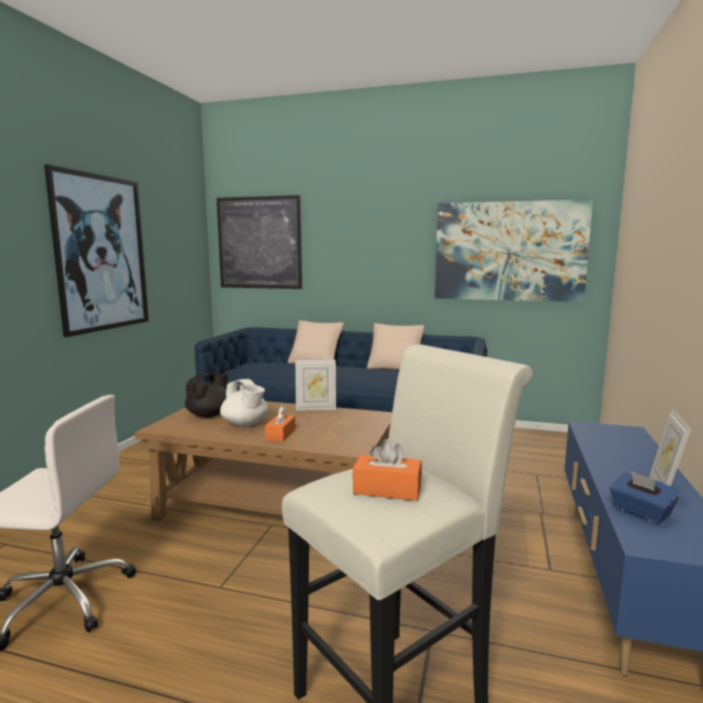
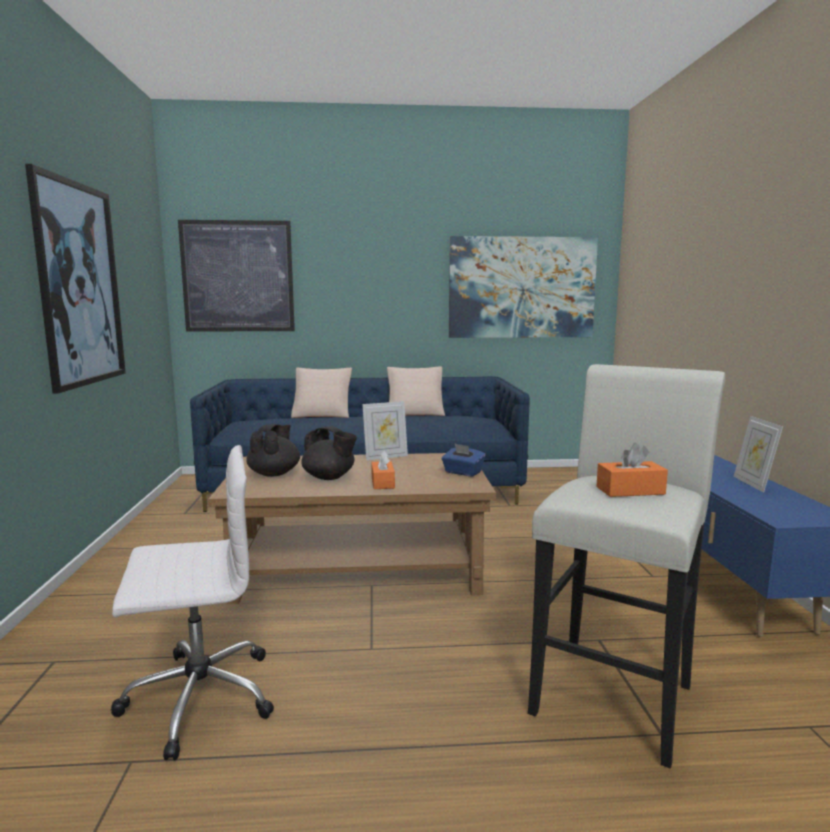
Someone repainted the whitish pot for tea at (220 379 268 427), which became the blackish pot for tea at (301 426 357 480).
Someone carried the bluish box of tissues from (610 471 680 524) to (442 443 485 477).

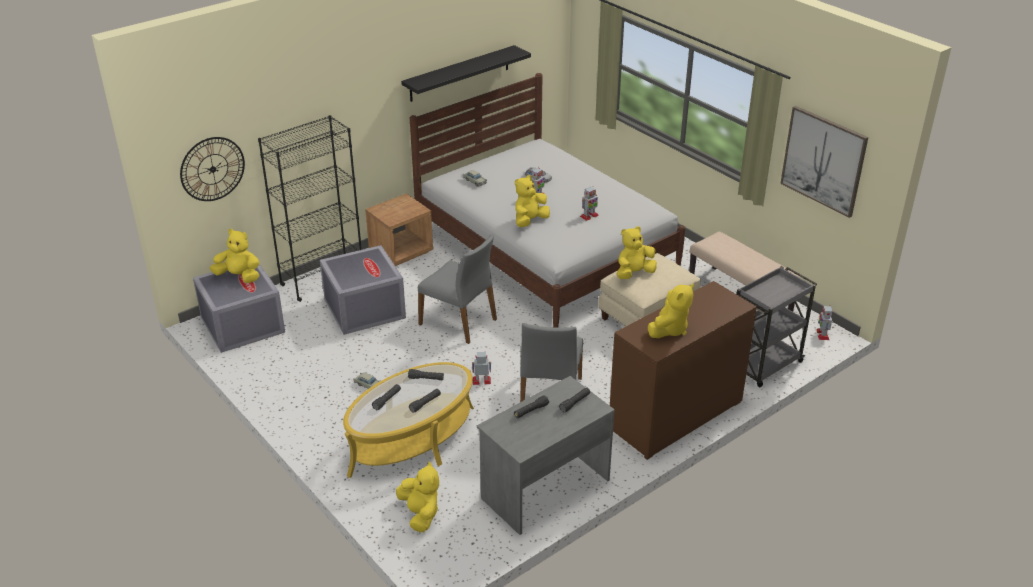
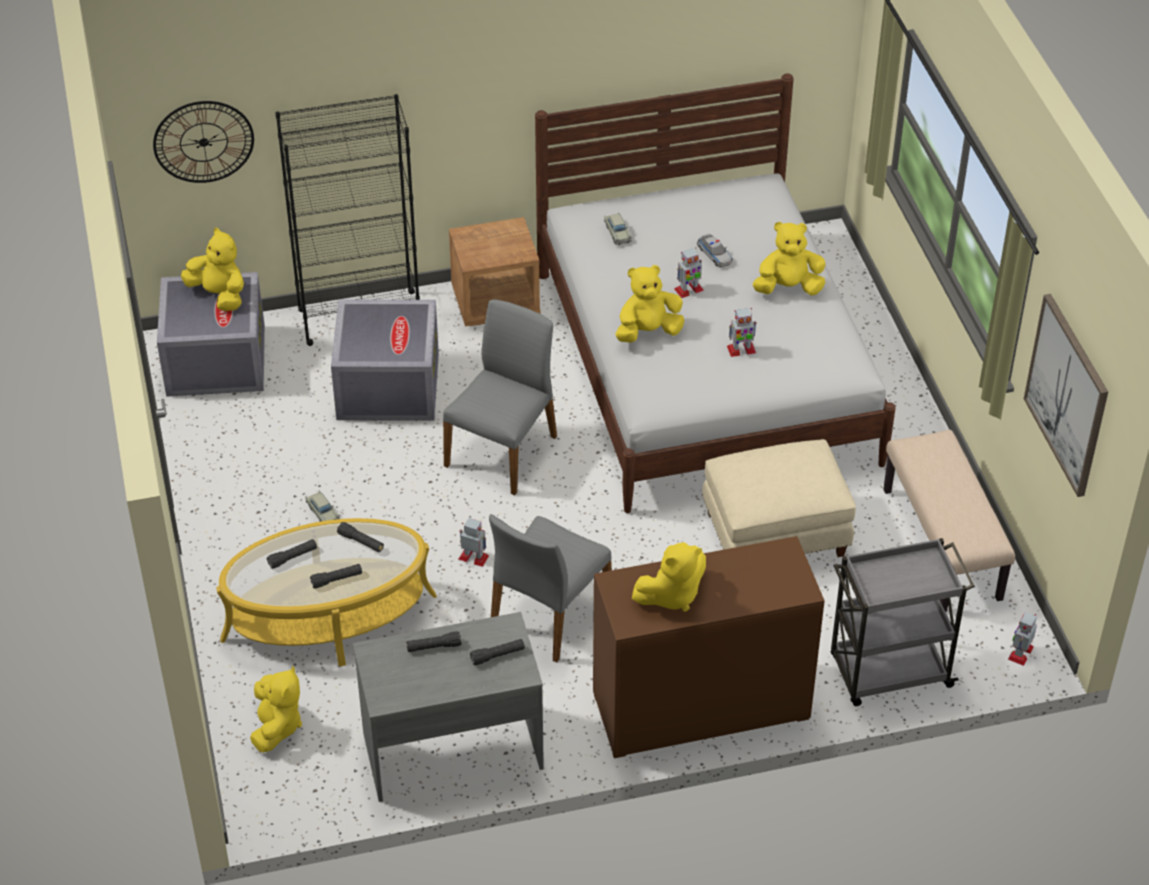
Someone took away the blackish wall shelf at (401 45 531 102).
Someone rotated the gray chair at (418 233 497 344) by 120 degrees counterclockwise.
Someone carried the yellow cuddly toy from (617 226 657 279) to (753 222 826 296).

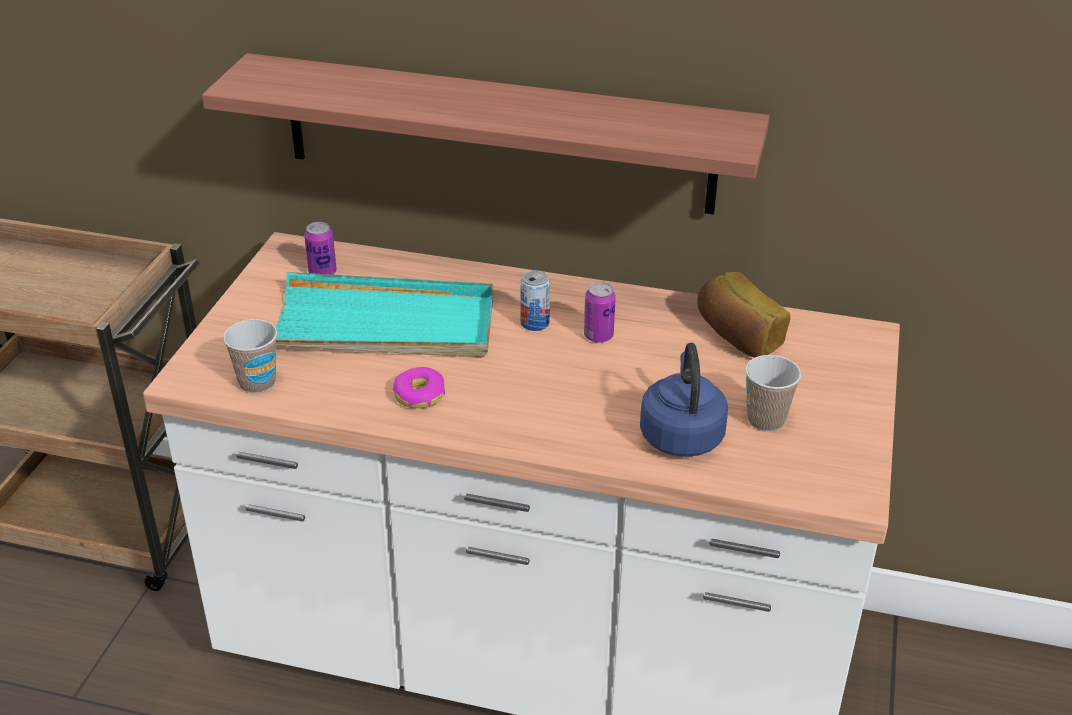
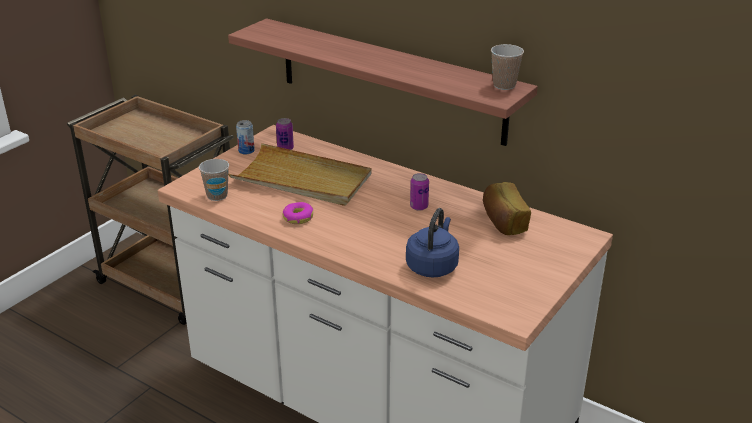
Someone repainted the blue-green carrying tray at (276 272 493 358), which became the beige-coloured carrying tray at (228 143 371 206).
Someone carried the sealed can from (520 270 550 331) to (236 120 255 154).
Someone carried the drinking cup from (745 355 801 432) to (491 44 524 90).

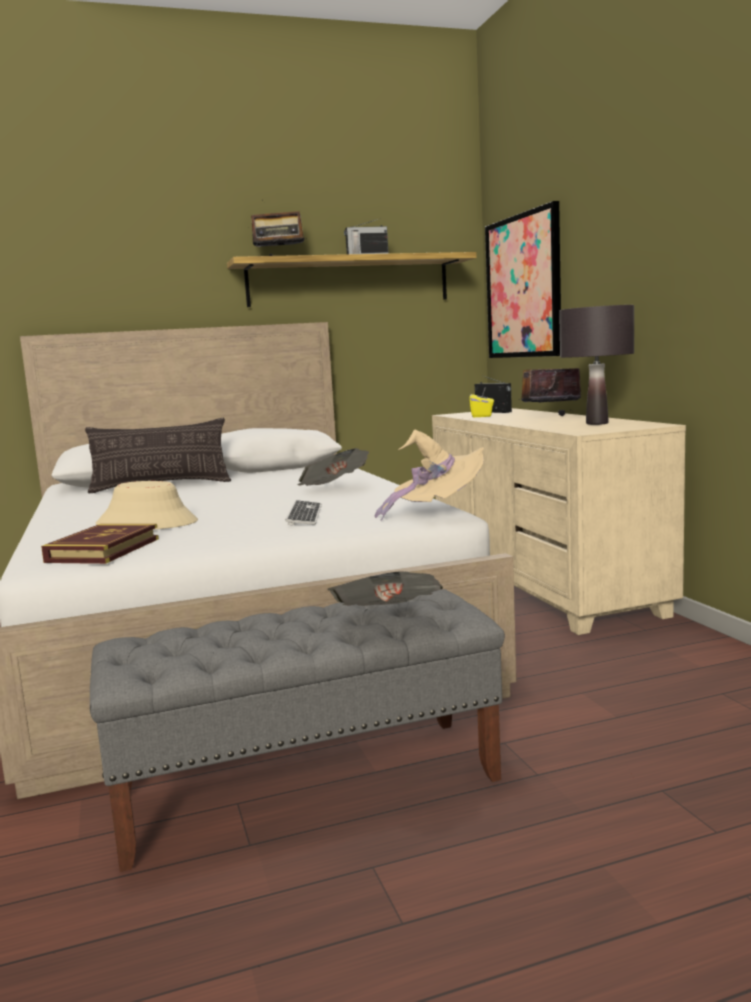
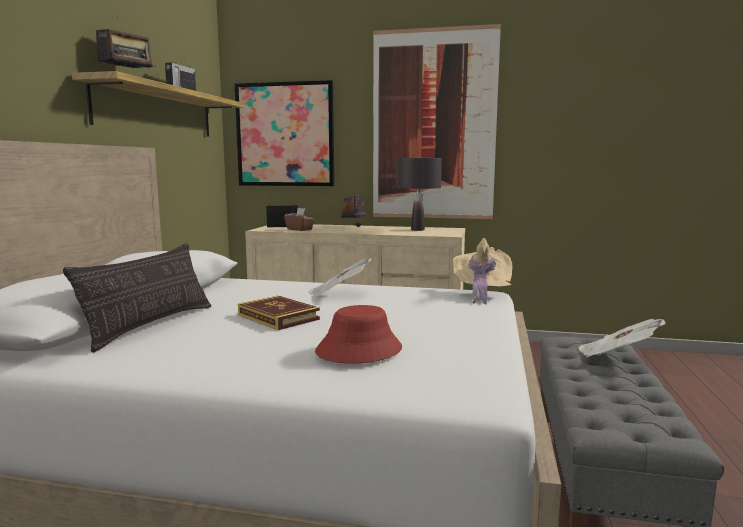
Someone carried the book from (41 524 159 564) to (238 296 320 330).
Someone repainted the beige-coloured clothing hat at (96 481 198 529), which became the red-coloured clothing hat at (315 305 402 363).
Someone took away the keyboard at (285 500 322 526).
Someone repainted the yellow box of tissues at (469 387 494 417), which became the brownish box of tissues at (284 208 315 231).
Someone put up the wall picture at (373 24 501 219).

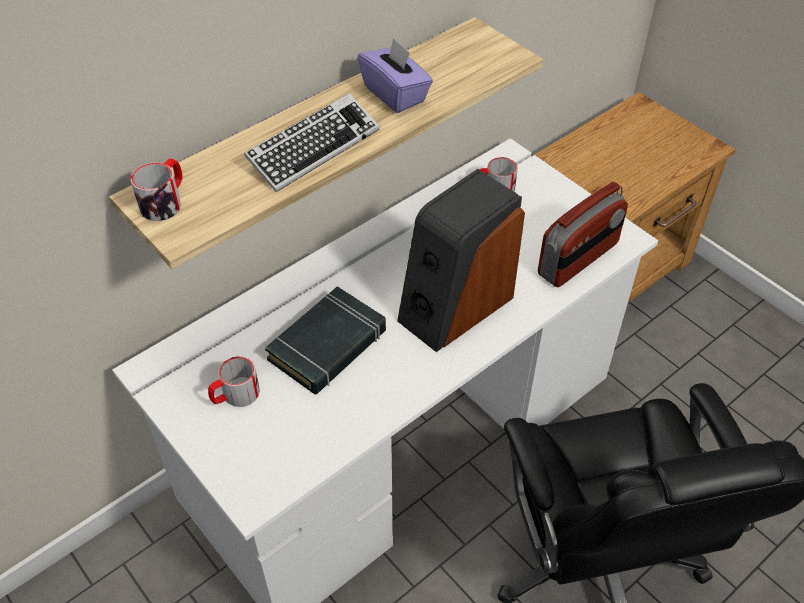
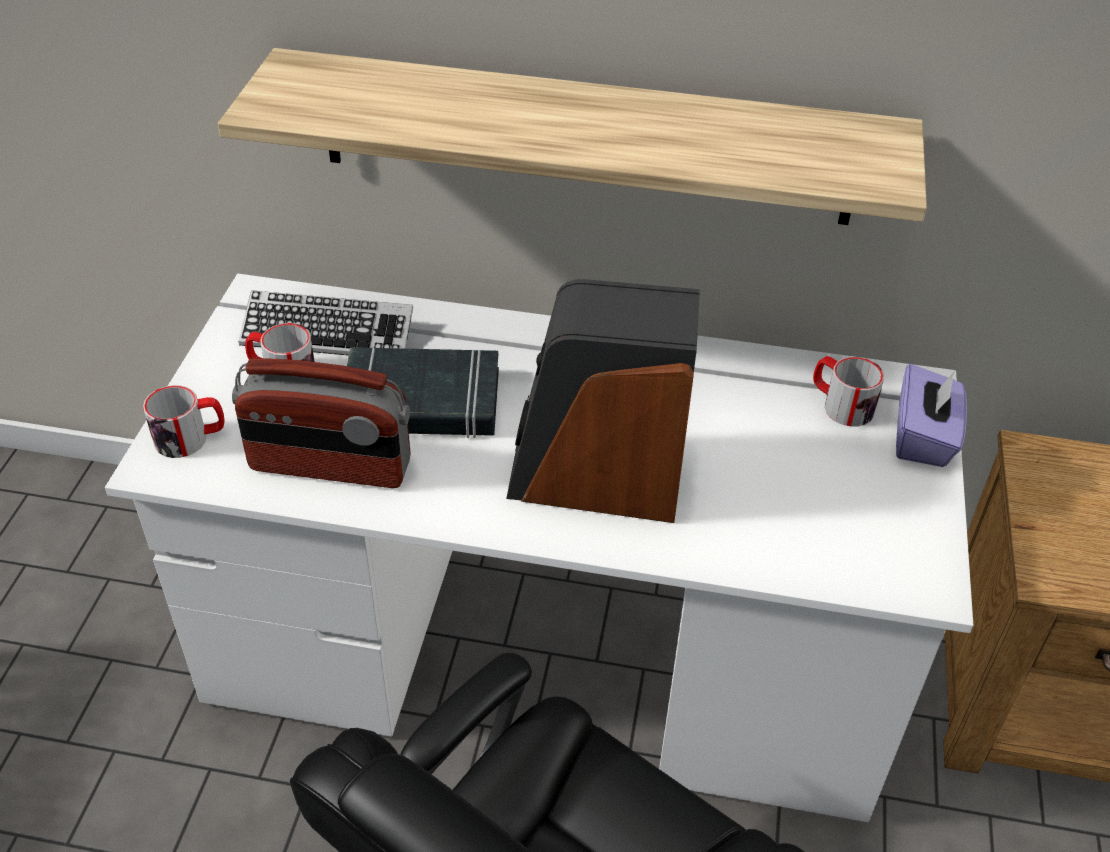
Someone carried the coffee mug from (131 158 182 221) to (143 385 225 458).
Someone carried the keyboard from (244 93 379 192) to (238 290 413 356).
Someone carried the purplish box of tissues from (358 38 433 113) to (896 364 967 467).
Someone carried the radio set from (538 182 628 287) to (232 358 411 488).

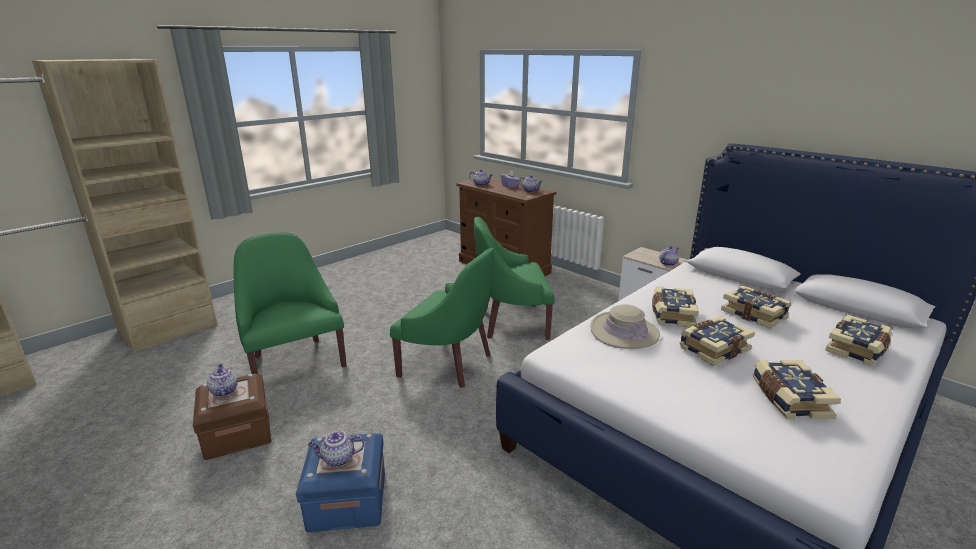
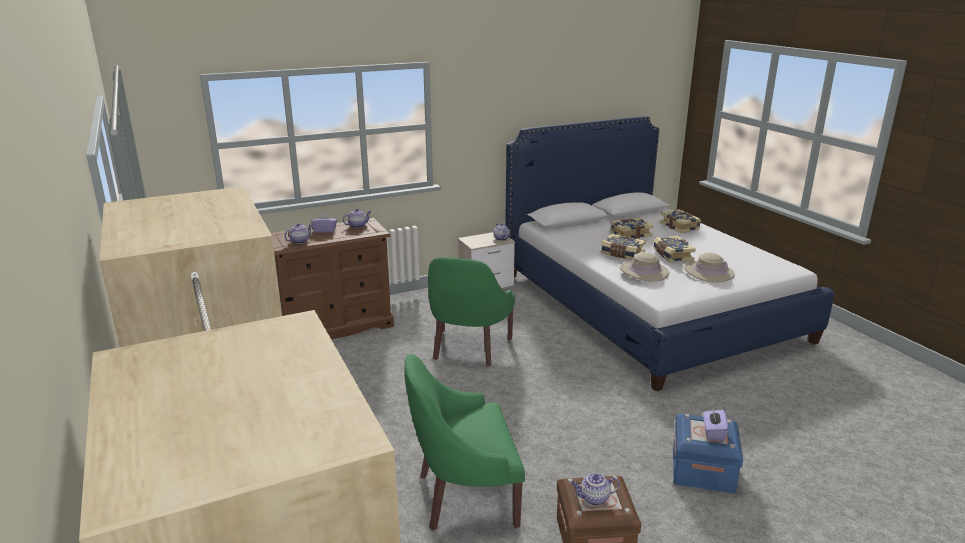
Someone swapped the pot for tea at (308 431 365 467) for the purplish box of tissues at (703 408 728 441).
Someone took away the greenish armchair at (390 248 494 388).
Someone took away the book at (753 360 841 419).
Someone put down the beige-coloured clothing hat at (684 253 735 283).

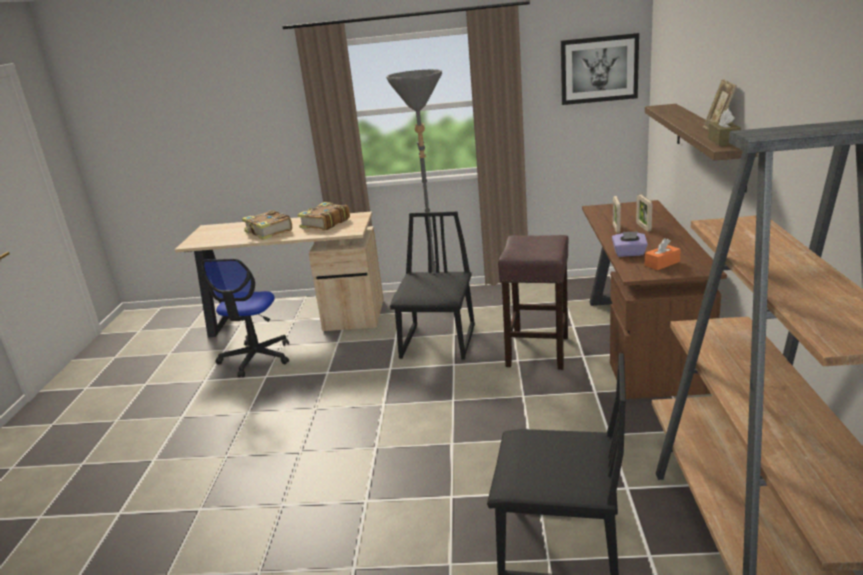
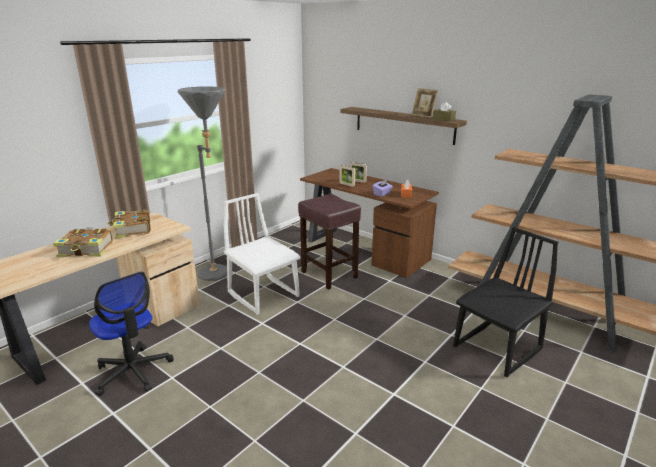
Someone repainted the blackish chair at (390 212 475 360), which became the whitish chair at (224 193 301 315).
Someone took away the wall picture at (561 33 639 105).

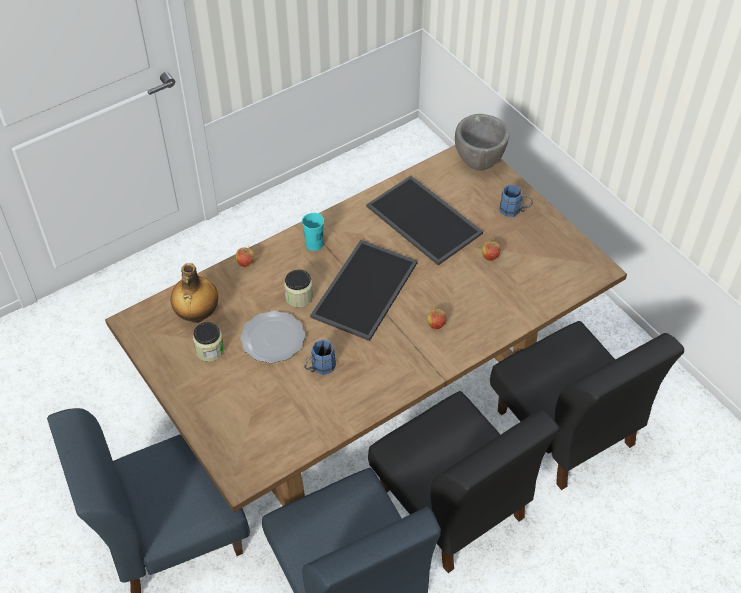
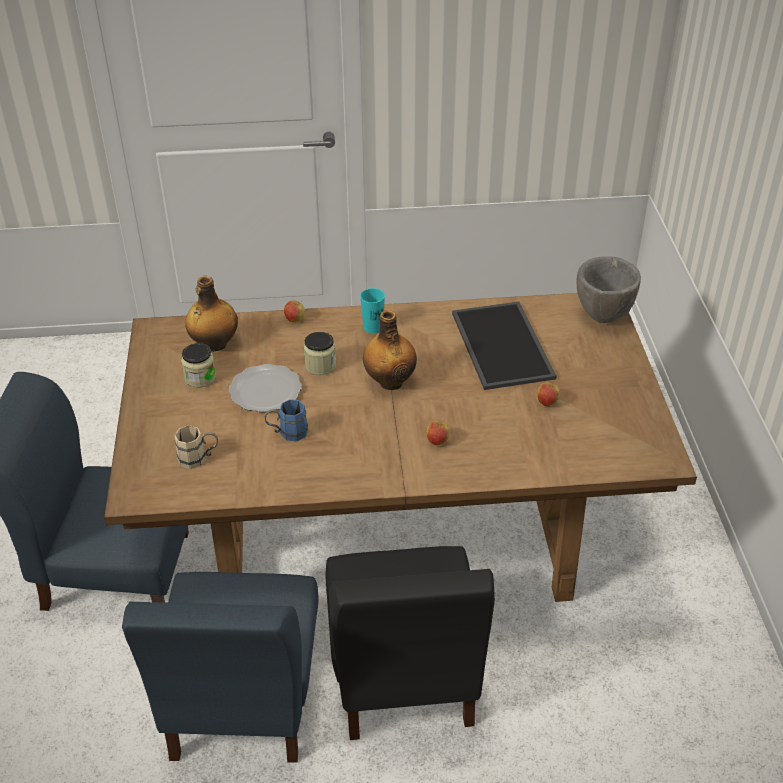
Someone swapped the carrying tray at (310 240 418 341) for the drink bottle at (363 310 417 390).
Someone took away the blackish chair at (490 321 684 490).
Someone took away the bluish coffee mug at (500 185 533 217).
Someone put down the beige-coloured coffee mug at (174 426 218 469).

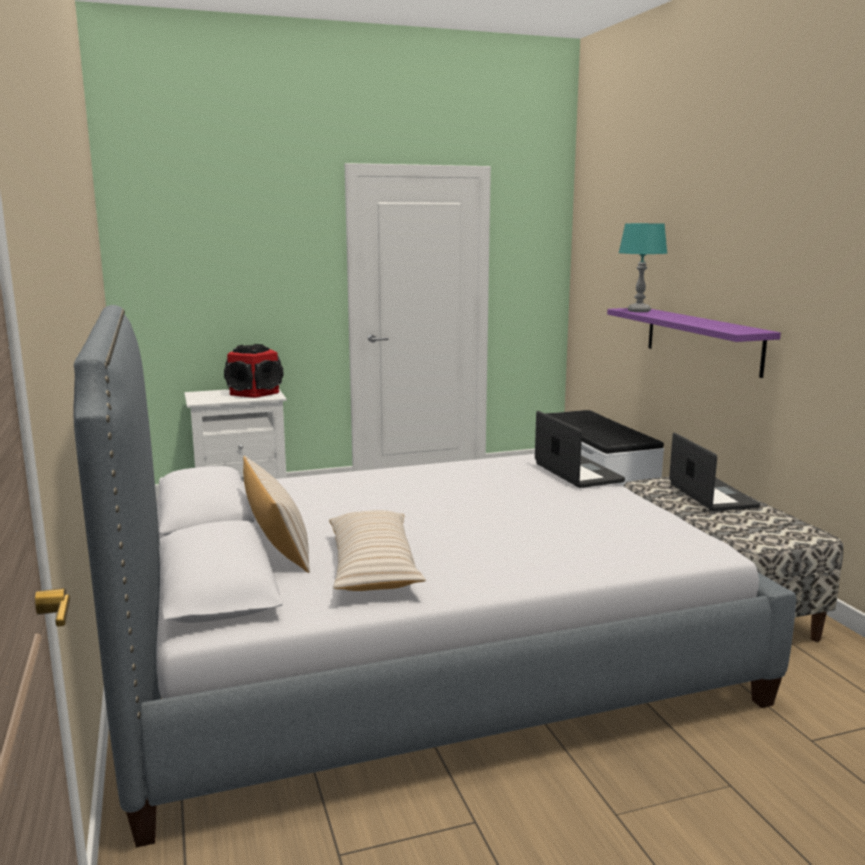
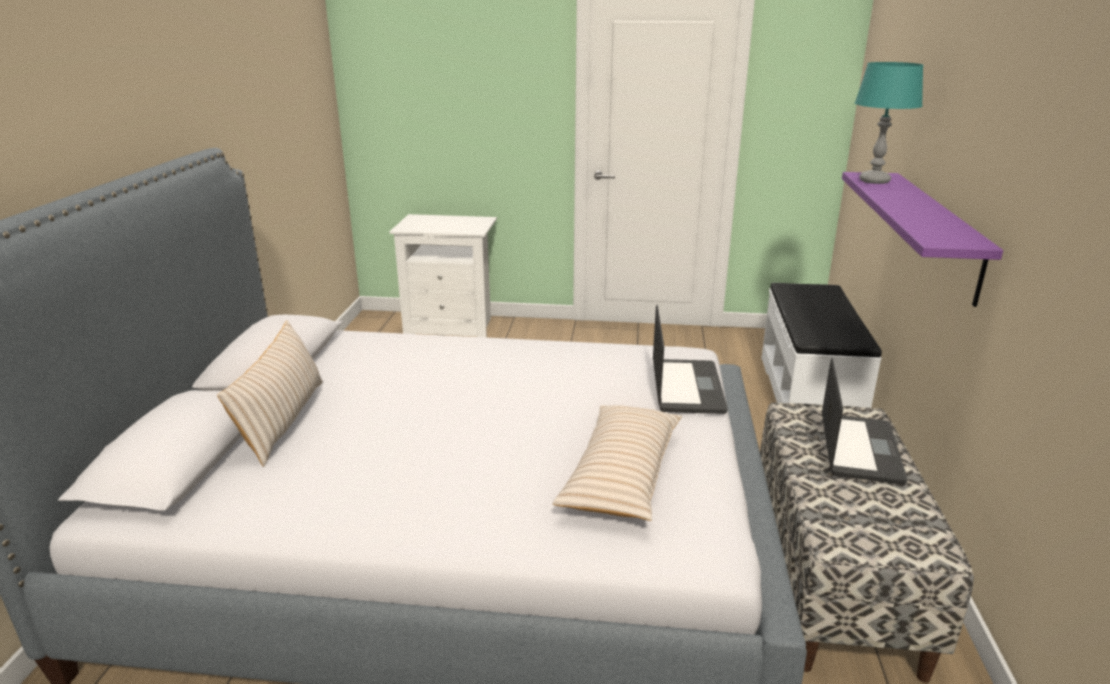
Someone took away the loudspeaker at (224 344 283 398).
Someone carried the beige-coloured pillow from (329 510 426 591) to (553 405 681 521).

